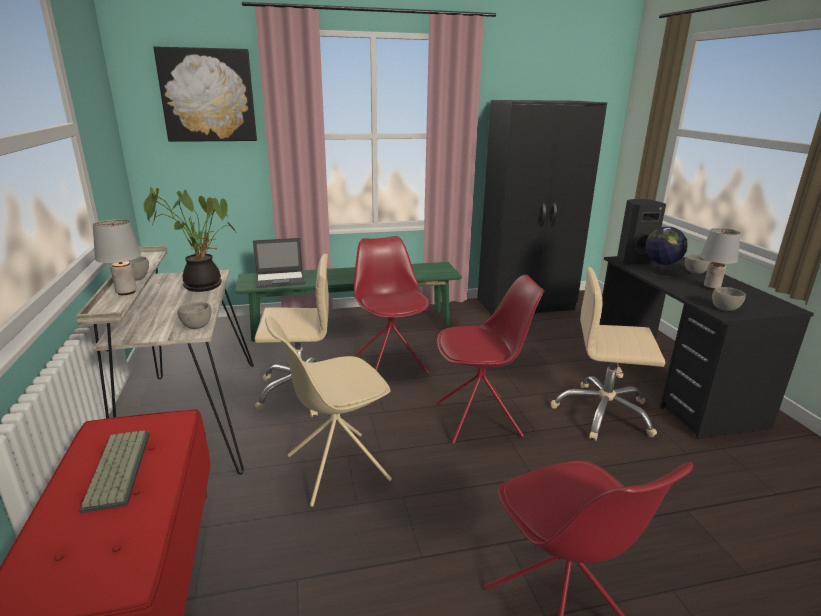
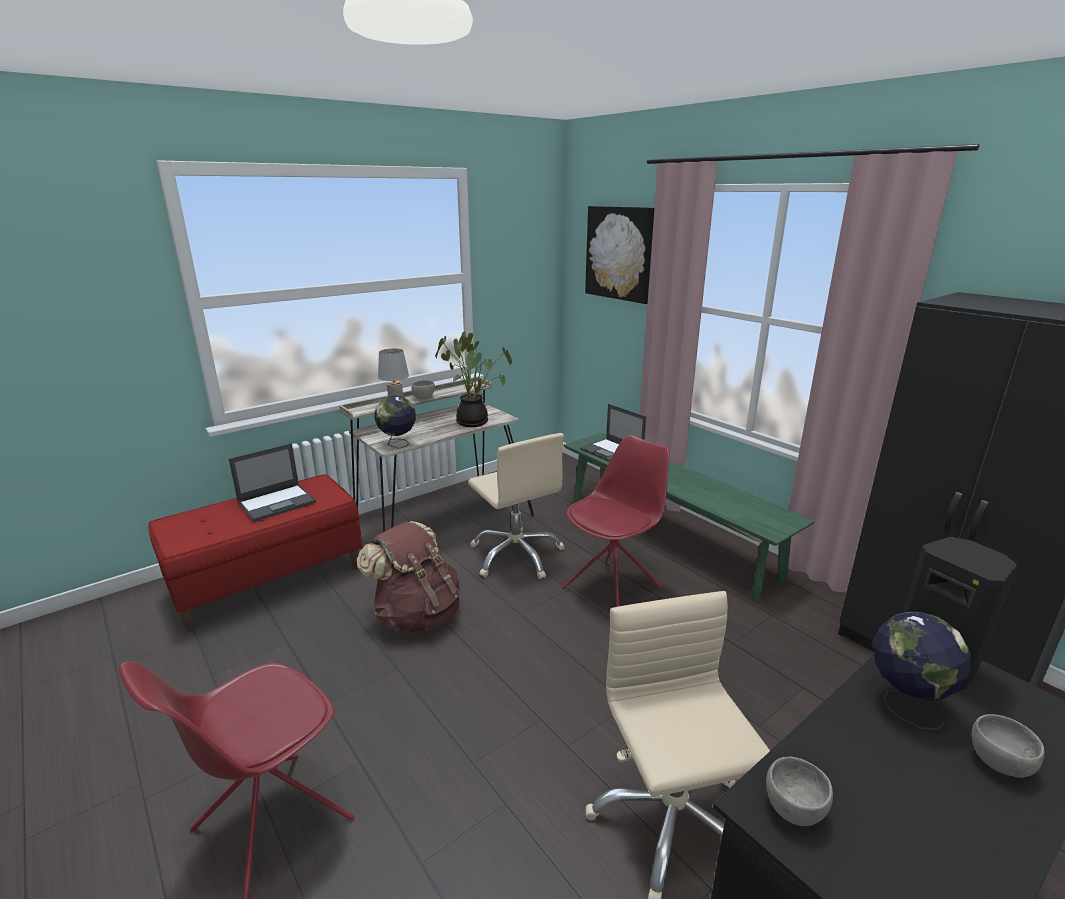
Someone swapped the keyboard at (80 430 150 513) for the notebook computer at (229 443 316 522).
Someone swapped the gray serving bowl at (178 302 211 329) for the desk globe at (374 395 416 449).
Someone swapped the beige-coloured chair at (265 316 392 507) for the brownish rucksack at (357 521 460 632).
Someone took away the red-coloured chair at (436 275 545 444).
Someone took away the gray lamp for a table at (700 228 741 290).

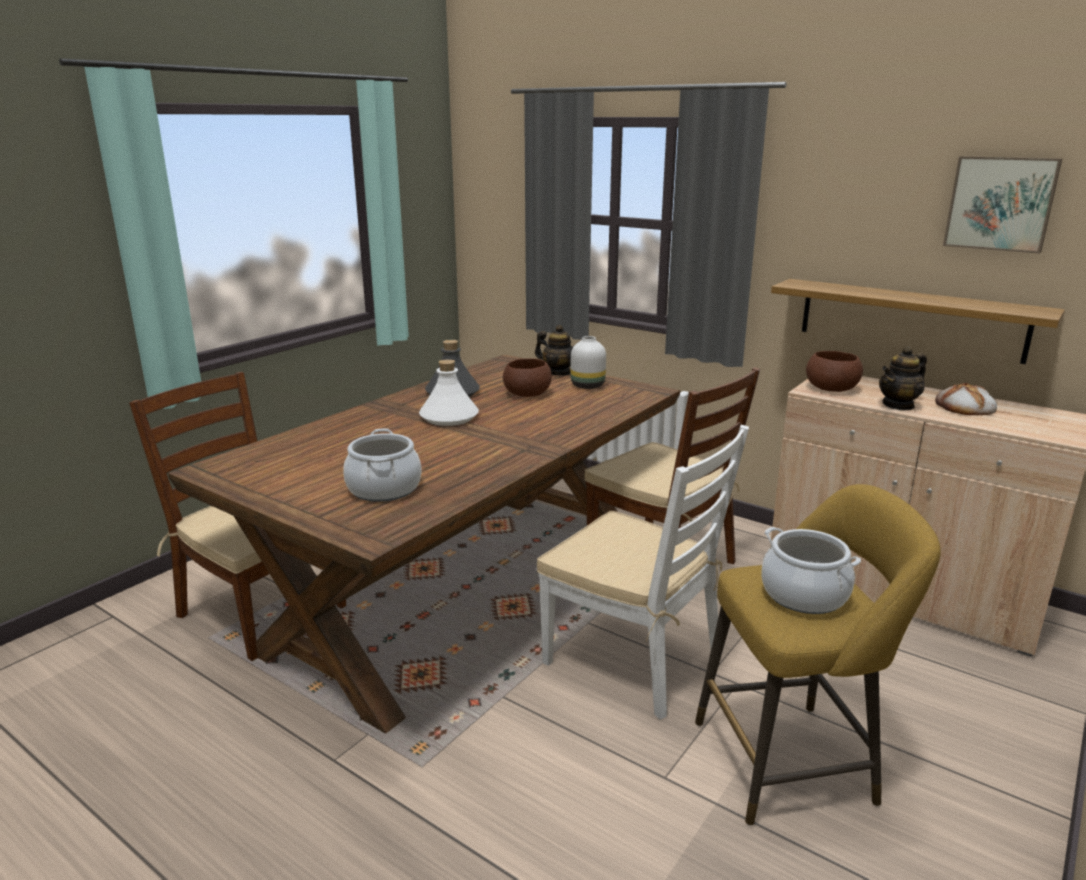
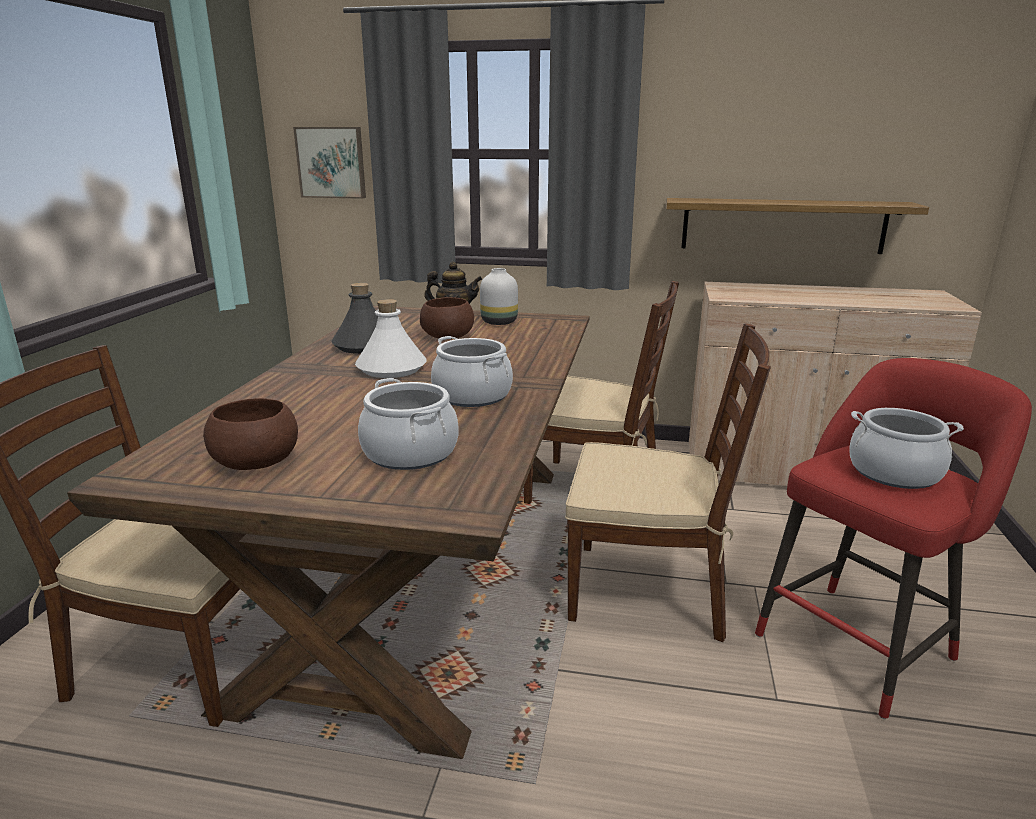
Someone repainted the whitish chair at (537 425 749 720), which became the brownish chair at (565 323 771 642).
Someone repainted the yellow stool at (695 484 941 826), which became the red-coloured stool at (755 358 1032 719).
Someone carried the brownish serving bowl from (806 351 863 392) to (203 398 298 470).
Someone took away the pot for tea at (879 346 927 411).
Someone took away the bread at (935 383 997 415).
Someone carried the wall picture from (943 156 1062 254) to (293 127 366 199).
Someone put down the stockpot at (431 336 513 407).

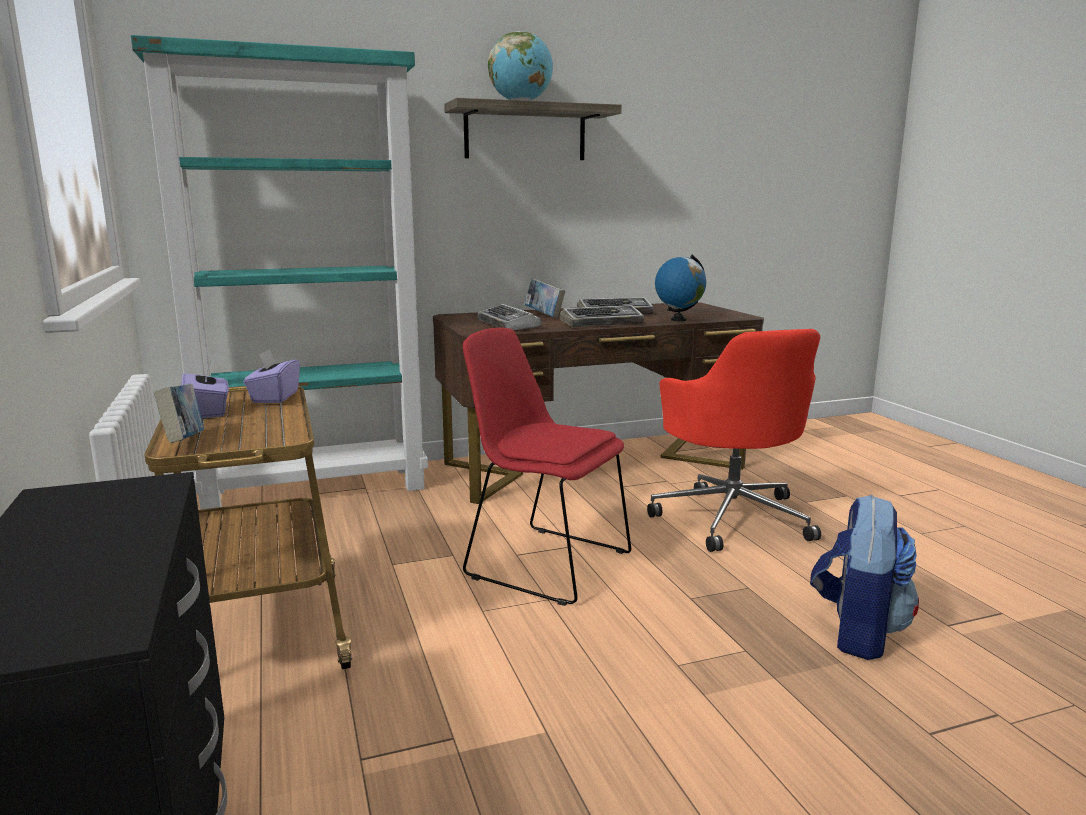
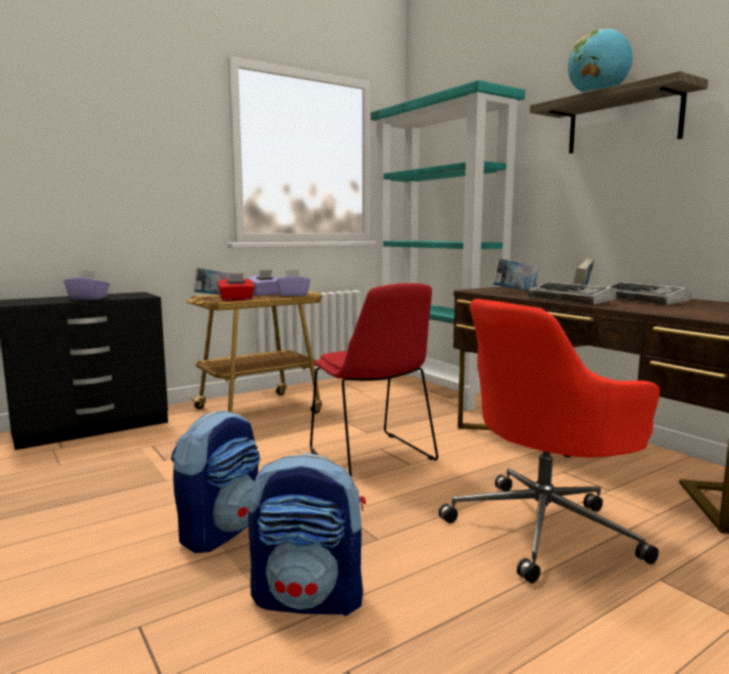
Someone rotated the red-coloured chair at (463 328 631 606) by 135 degrees clockwise.
Someone swapped the keyboard at (478 304 541 330) for the book at (493 258 539 291).
Someone took away the desk globe at (655 255 706 321).
Someone put down the purplish box of tissues at (64 270 110 300).
Someone put down the rucksack at (171 409 261 553).
Someone put down the red-coloured box of tissues at (217 273 255 301).

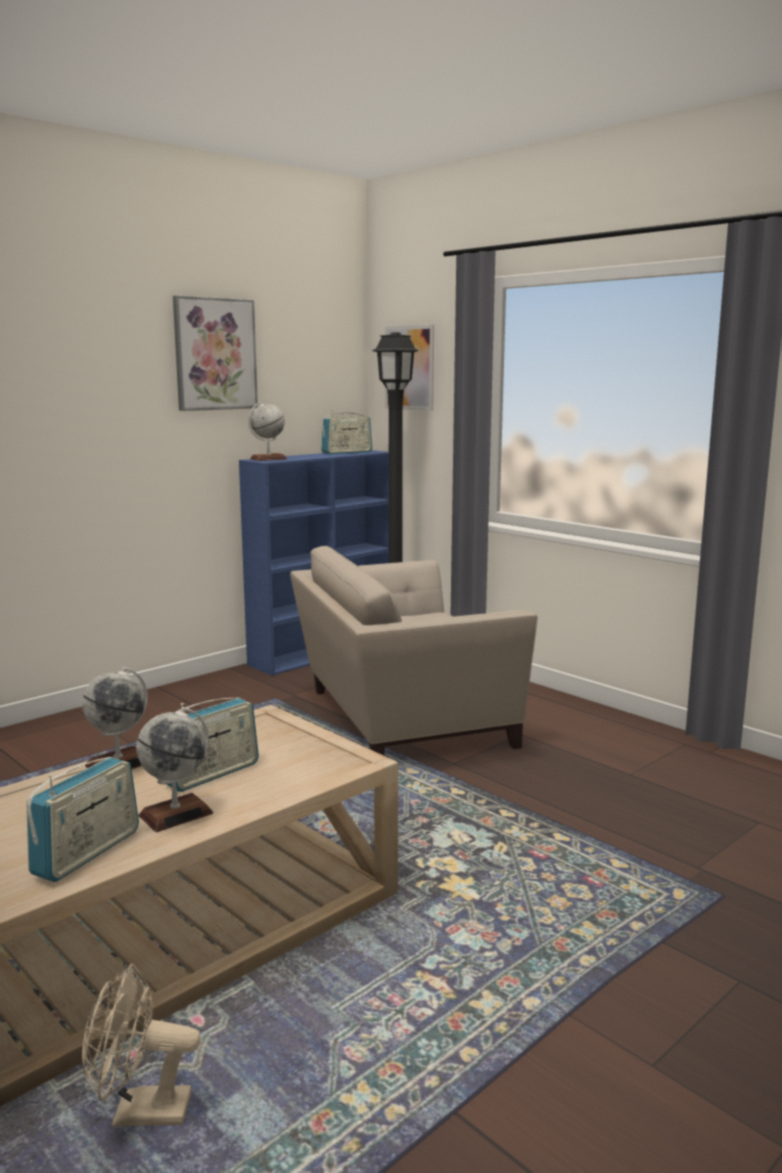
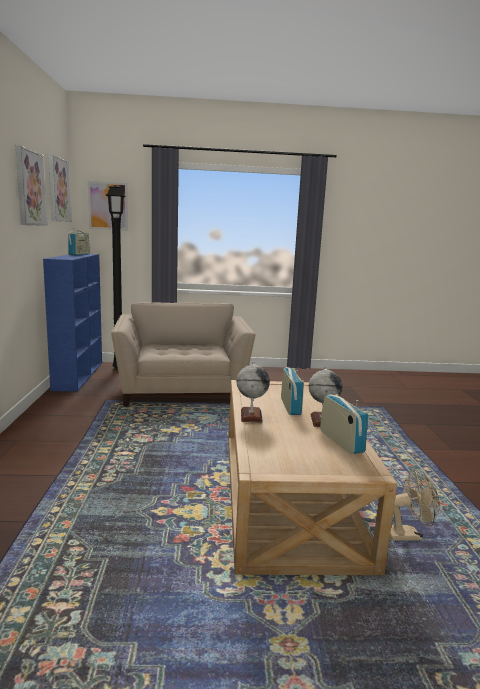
Someone rotated the beige-coloured electric fan at (82 964 201 1126) by 135 degrees counterclockwise.
Someone took away the desk globe at (248 402 287 461).
Someone rotated the beige-coloured armchair at (290 546 537 755) by 150 degrees clockwise.
Someone put up the wall picture at (48 154 72 222).

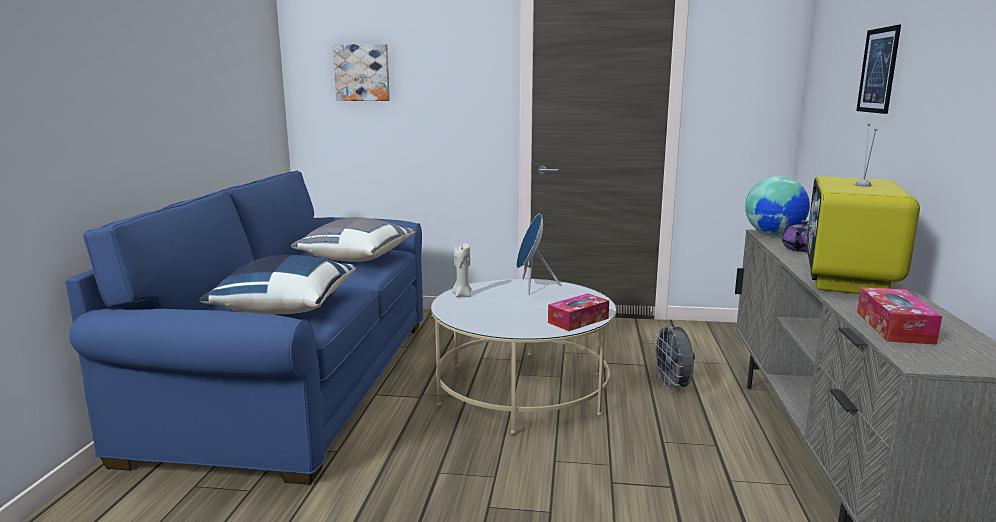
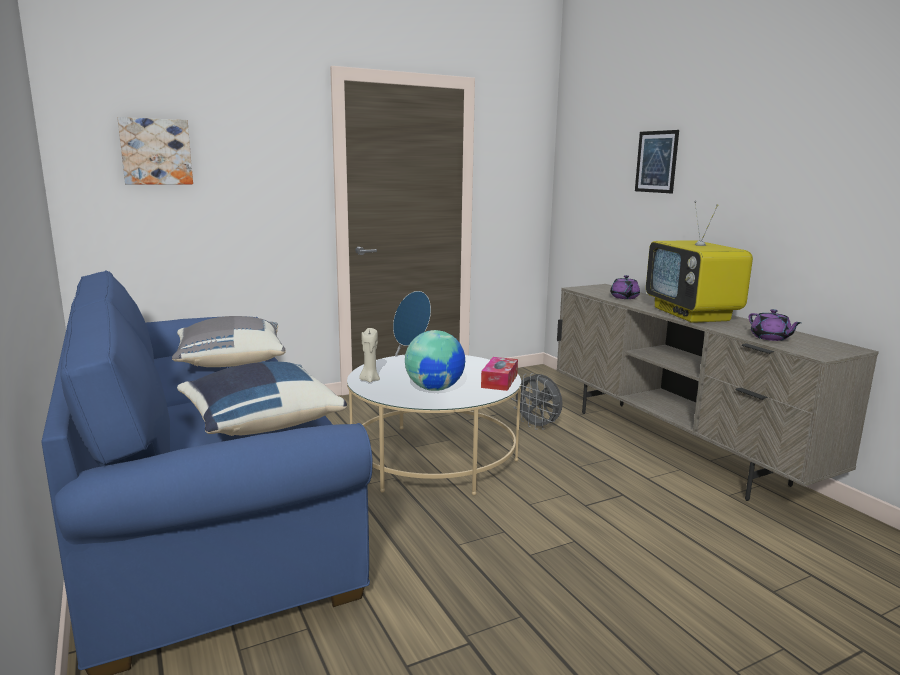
Someone carried the desk globe from (745 176 810 236) to (405 330 465 391).
Someone swapped the box of tissues at (857 287 942 345) for the purplish pot for tea at (749 309 801 341).

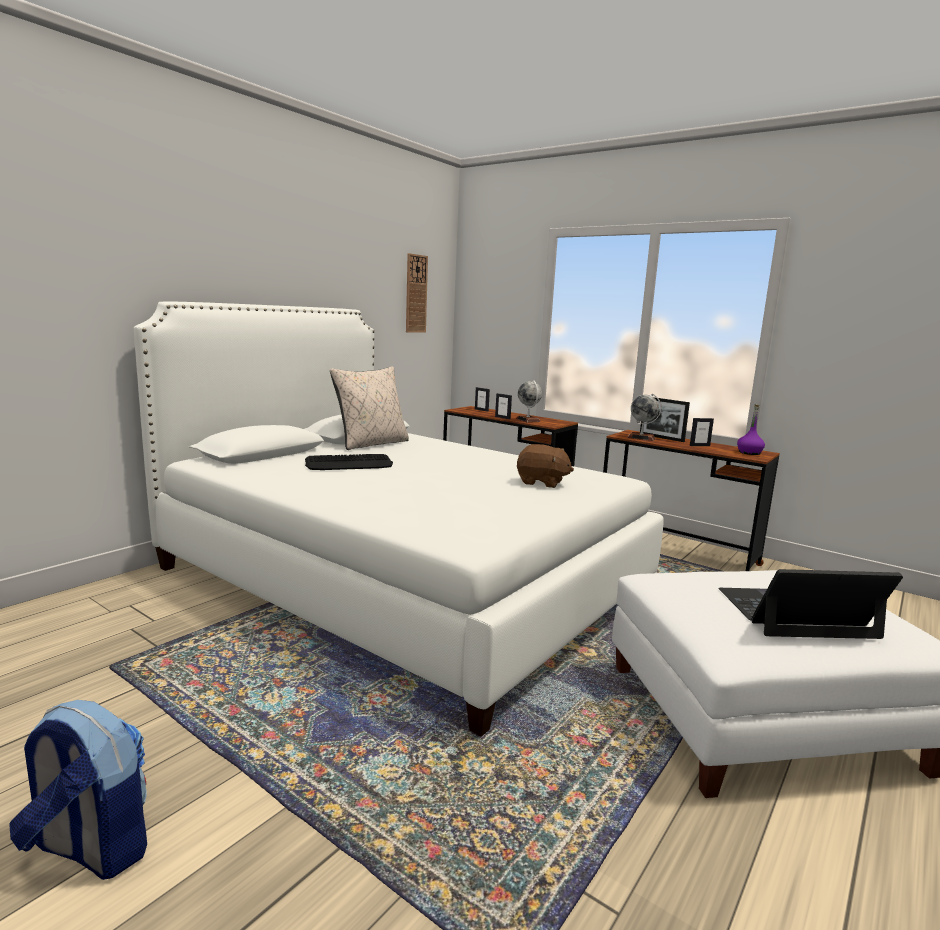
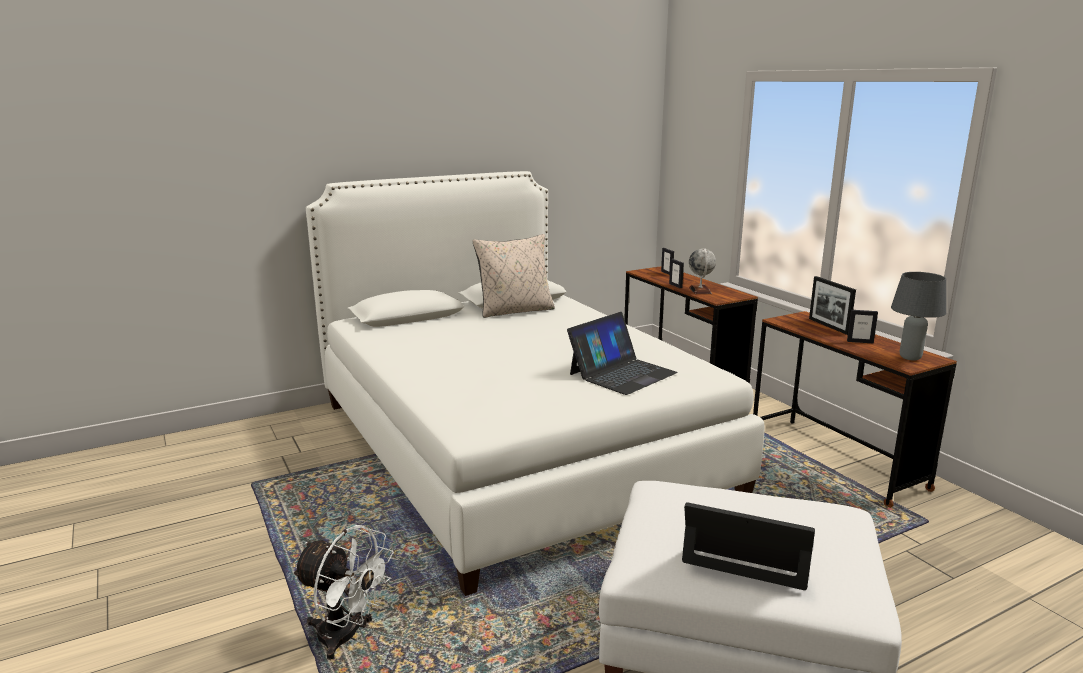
Someone took away the rucksack at (9 700 147 880).
Someone took away the keyboard at (305 454 393 470).
Someone took away the wall clock at (406 253 428 333).
Someone swapped the brownish cuddly toy at (517 444 574 488) for the notebook computer at (567 312 678 395).
Someone took away the desk globe at (627 394 662 441).
Someone swapped the purplish drink bottle at (737 404 765 455) for the gray lamp for a table at (891 272 946 361).
Someone put down the whitish electric fan at (292 525 394 660).

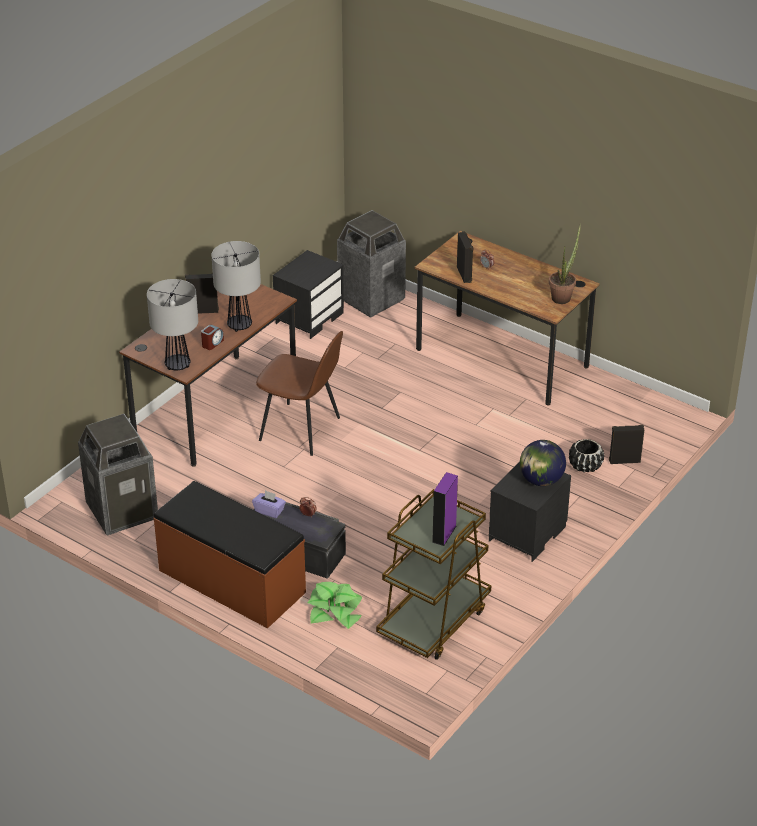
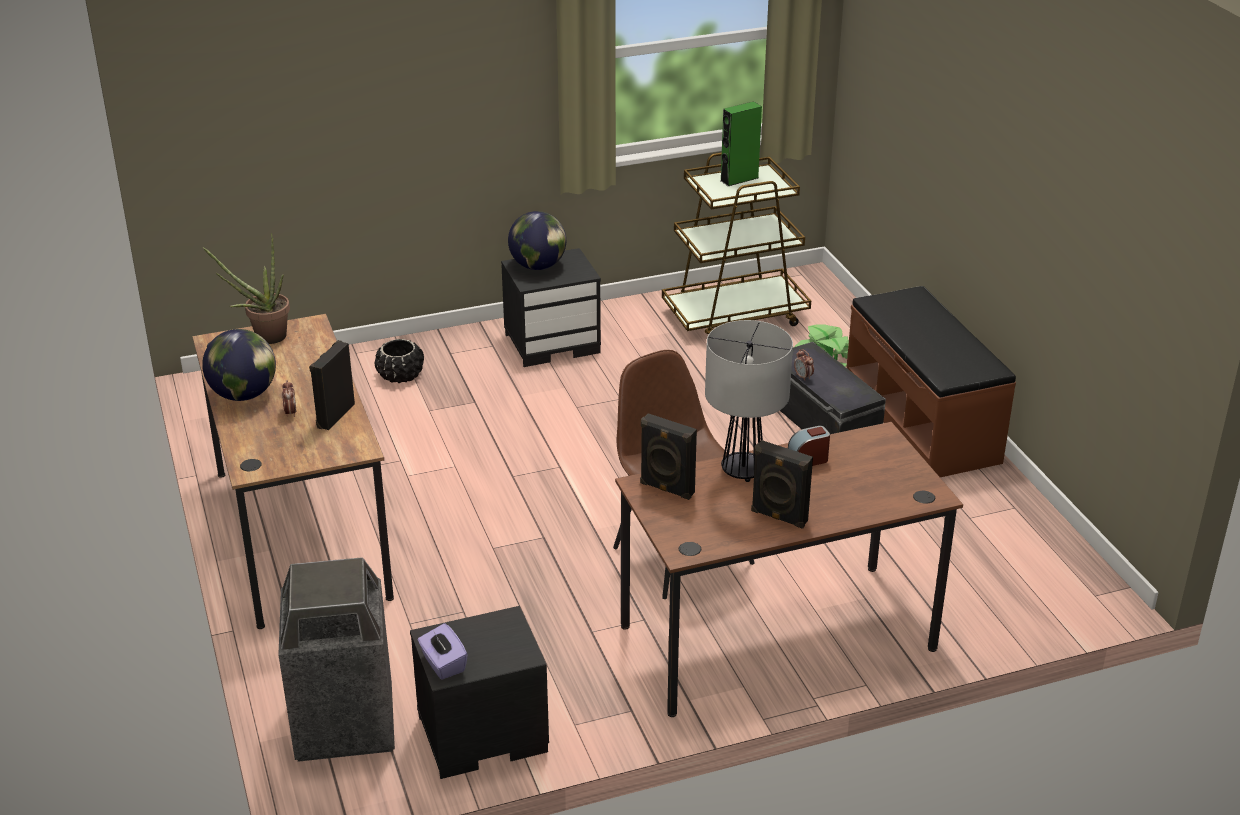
Someone took away the rubbish bin at (78 414 158 536).
Someone took away the lamp for a table at (147 279 198 370).
Someone carried the purplish box of tissues from (252 490 286 518) to (418 623 468 680).
Someone repainted the purplish loudspeaker at (432 472 458 546), which became the greenish loudspeaker at (721 101 762 186).
Someone carried the blackish loudspeaker from (609 425 644 464) to (640 413 697 500).
Someone put down the desk globe at (202 329 276 401).

